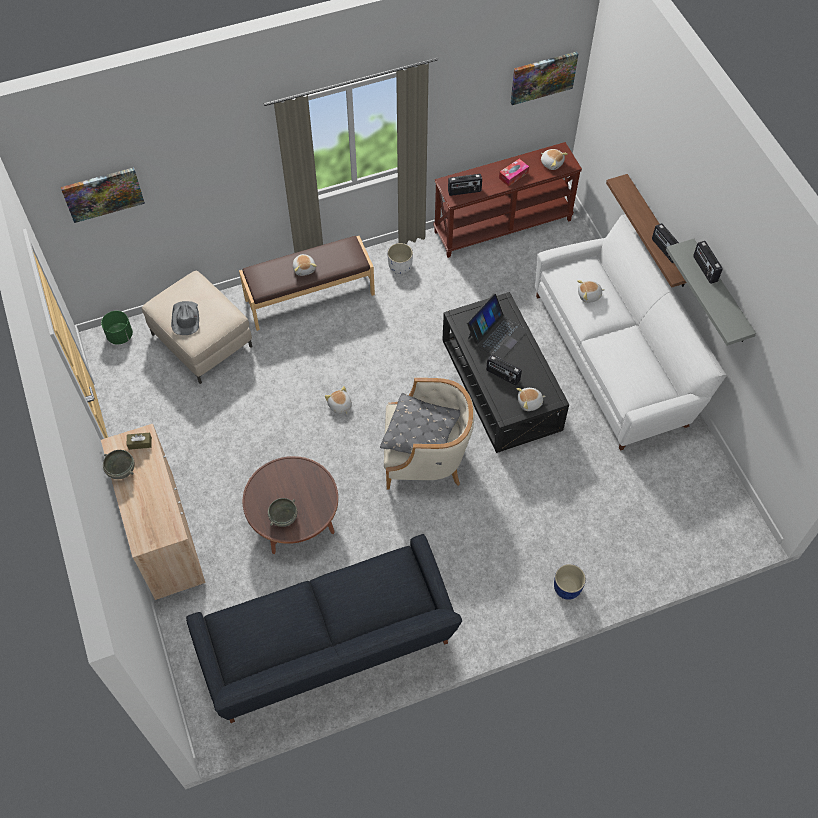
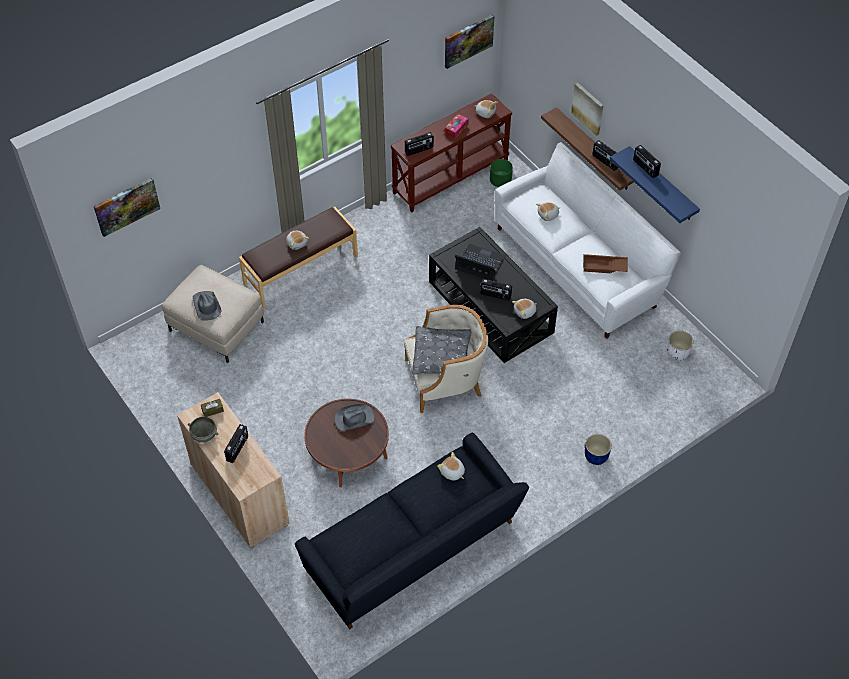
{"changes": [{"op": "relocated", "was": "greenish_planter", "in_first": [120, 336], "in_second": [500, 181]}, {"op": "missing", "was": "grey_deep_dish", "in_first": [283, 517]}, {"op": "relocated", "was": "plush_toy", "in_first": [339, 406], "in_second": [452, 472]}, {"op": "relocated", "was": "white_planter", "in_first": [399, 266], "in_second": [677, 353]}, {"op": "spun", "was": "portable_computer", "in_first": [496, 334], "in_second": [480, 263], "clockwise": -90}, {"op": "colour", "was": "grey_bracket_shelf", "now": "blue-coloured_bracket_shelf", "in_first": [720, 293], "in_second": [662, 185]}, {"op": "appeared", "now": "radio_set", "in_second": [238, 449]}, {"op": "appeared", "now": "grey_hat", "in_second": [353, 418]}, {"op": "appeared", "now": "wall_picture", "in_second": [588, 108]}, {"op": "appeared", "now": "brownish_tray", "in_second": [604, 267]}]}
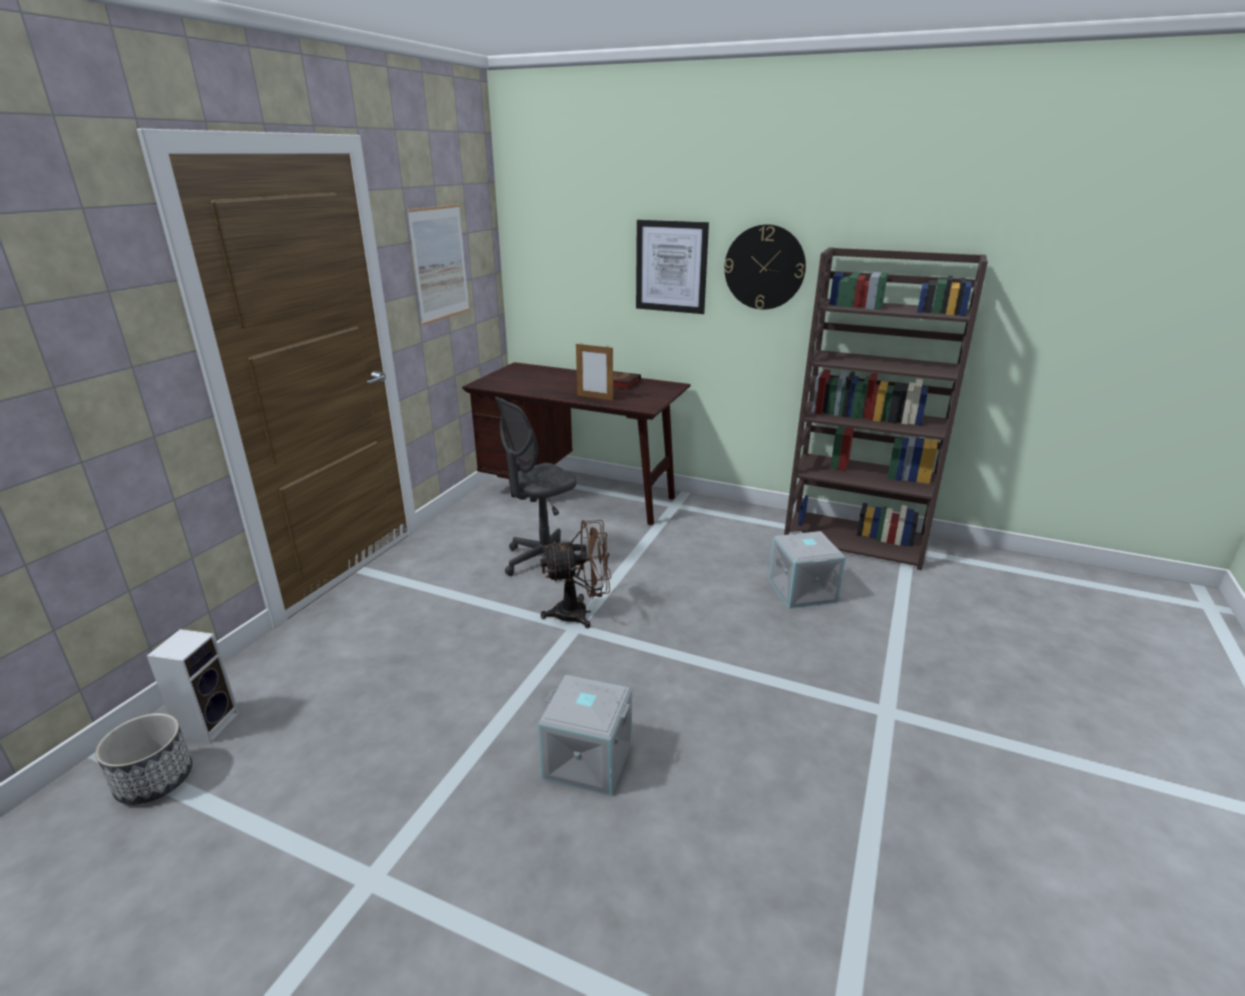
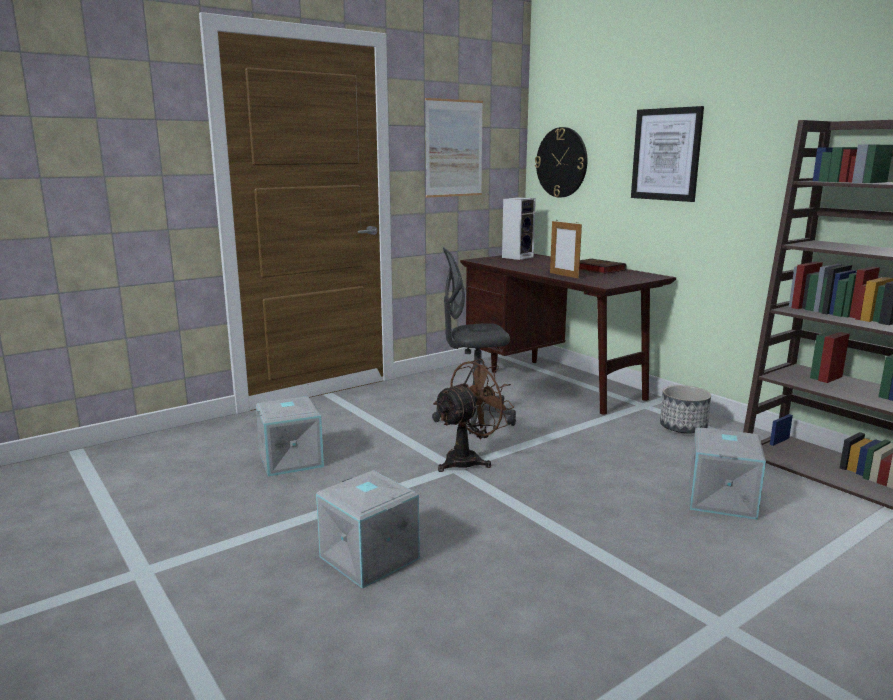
{"changes": [{"op": "relocated", "was": "planter", "in_first": [155, 780], "in_second": [682, 427]}, {"op": "relocated", "was": "speaker", "in_first": [209, 723], "in_second": [518, 257]}, {"op": "spun", "was": "brownish_cooling_fan", "in_first": [580, 613], "in_second": [469, 460], "clockwise": -60}, {"op": "relocated", "was": "wall_clock", "in_first": [764, 267], "in_second": [562, 162]}, {"op": "appeared", "now": "grey_storage_bin", "in_second": [291, 459]}]}
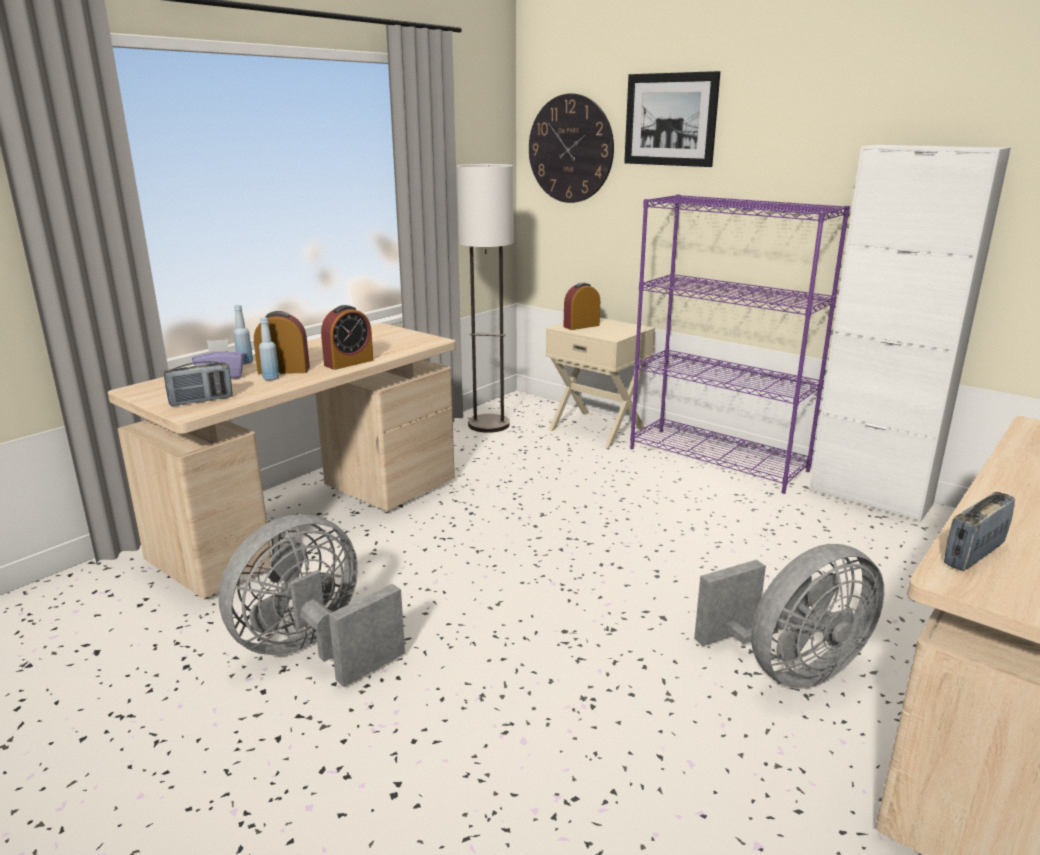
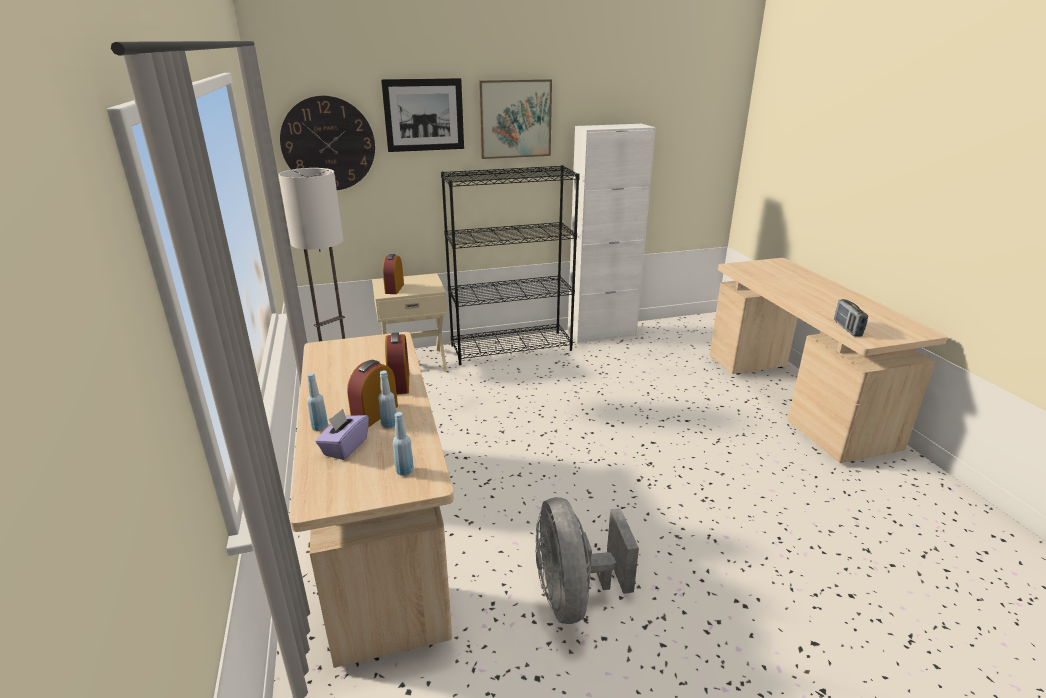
{"changes": [{"op": "exchanged", "was": "radio_set", "now": "blue-coloured_bottle", "in_first": [201, 401], "in_second": [404, 471]}, {"op": "colour", "was": "purple-coloured_shelving_unit", "now": "black-coloured_shelving_unit", "in_first": [718, 459], "in_second": [512, 347]}, {"op": "missing", "was": "grey_cooling_fan", "in_first": [789, 669]}, {"op": "appeared", "now": "wall_picture", "in_second": [515, 119]}]}
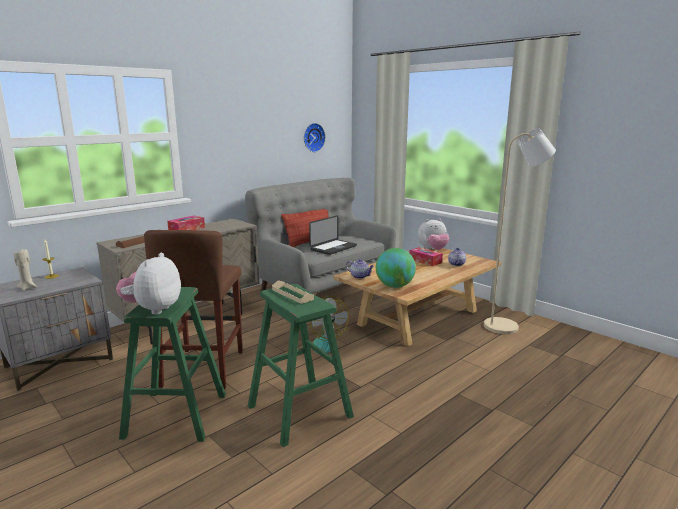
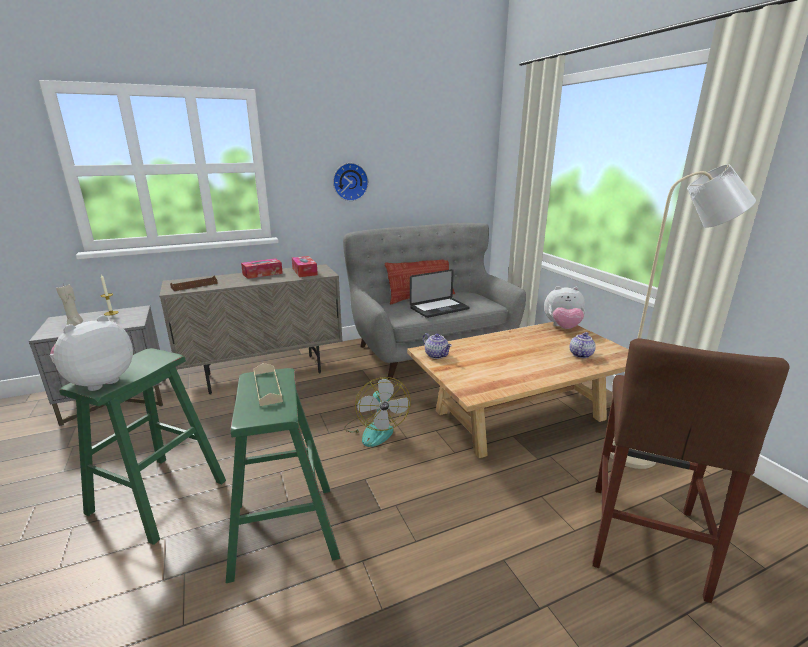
{"changes": [{"op": "relocated", "was": "brownish_stool", "in_first": [204, 368], "in_second": [644, 537]}, {"op": "relocated", "was": "wall_clock", "in_first": [313, 137], "in_second": [350, 182]}, {"op": "missing", "was": "desk_globe", "in_first": [394, 286]}, {"op": "relocated", "was": "tissue_box", "in_first": [425, 261], "in_second": [304, 271]}]}
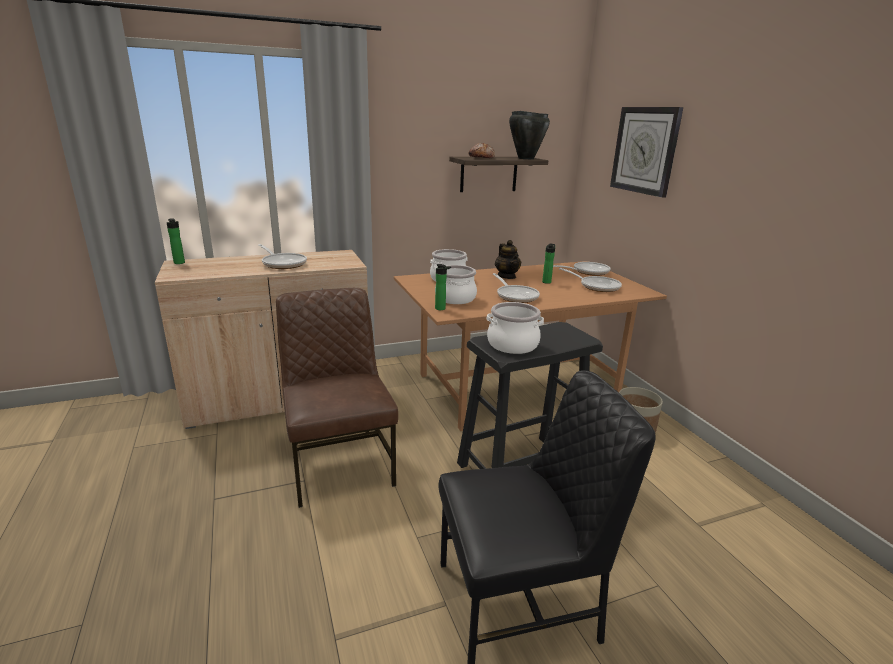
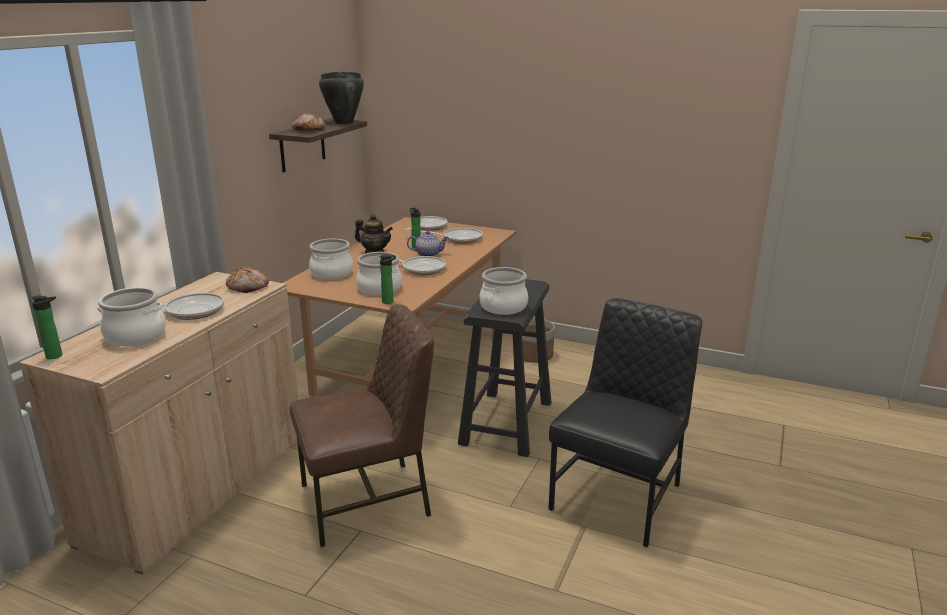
{"changes": [{"op": "spun", "was": "brownish_chair", "in_first": [339, 463], "in_second": [368, 501], "clockwise": 135}, {"op": "missing", "was": "wall_clock", "in_first": [645, 150]}, {"op": "appeared", "now": "cooking_pot", "in_second": [135, 336]}, {"op": "appeared", "now": "baked_bread", "in_second": [248, 287]}, {"op": "appeared", "now": "teapot", "in_second": [428, 254]}]}
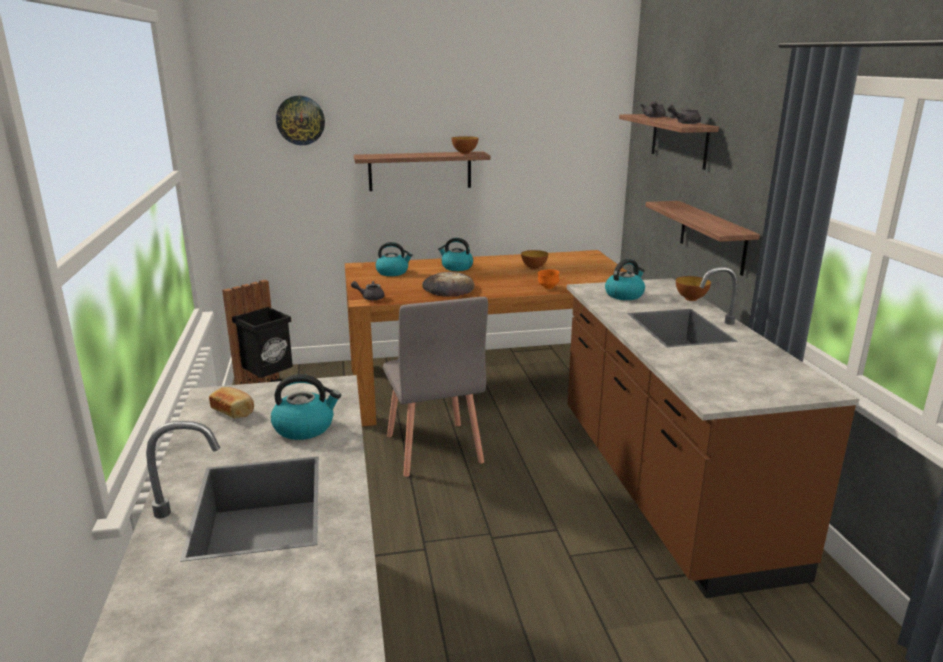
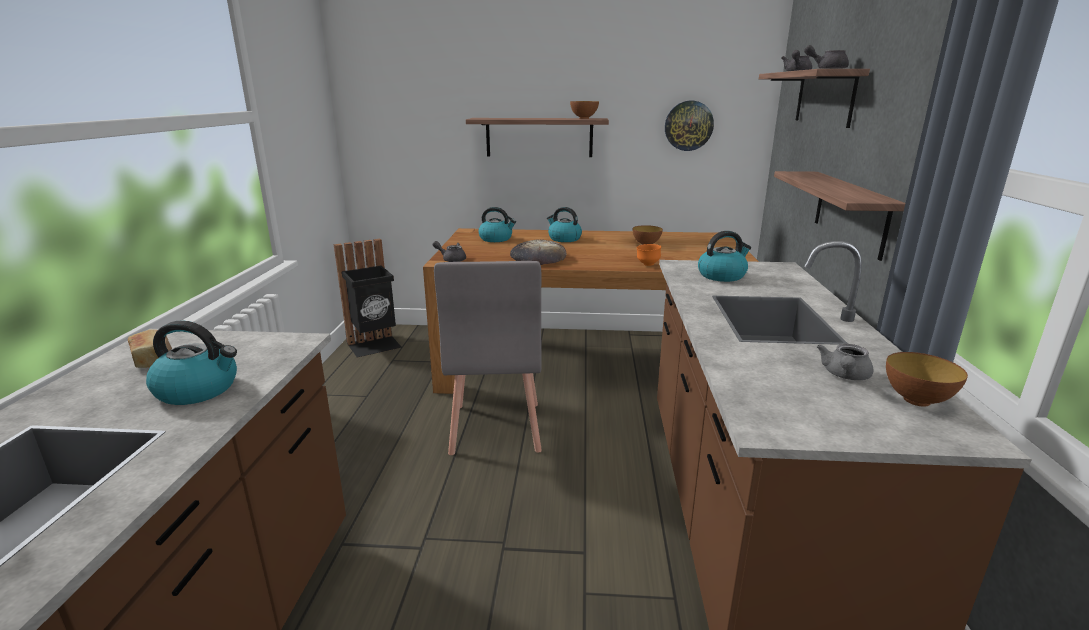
{"changes": [{"op": "relocated", "was": "wall_clock", "in_first": [300, 120], "in_second": [688, 125]}, {"op": "relocated", "was": "deep_dish", "in_first": [691, 299], "in_second": [916, 400]}, {"op": "appeared", "now": "grey_teapot", "in_second": [844, 376]}]}
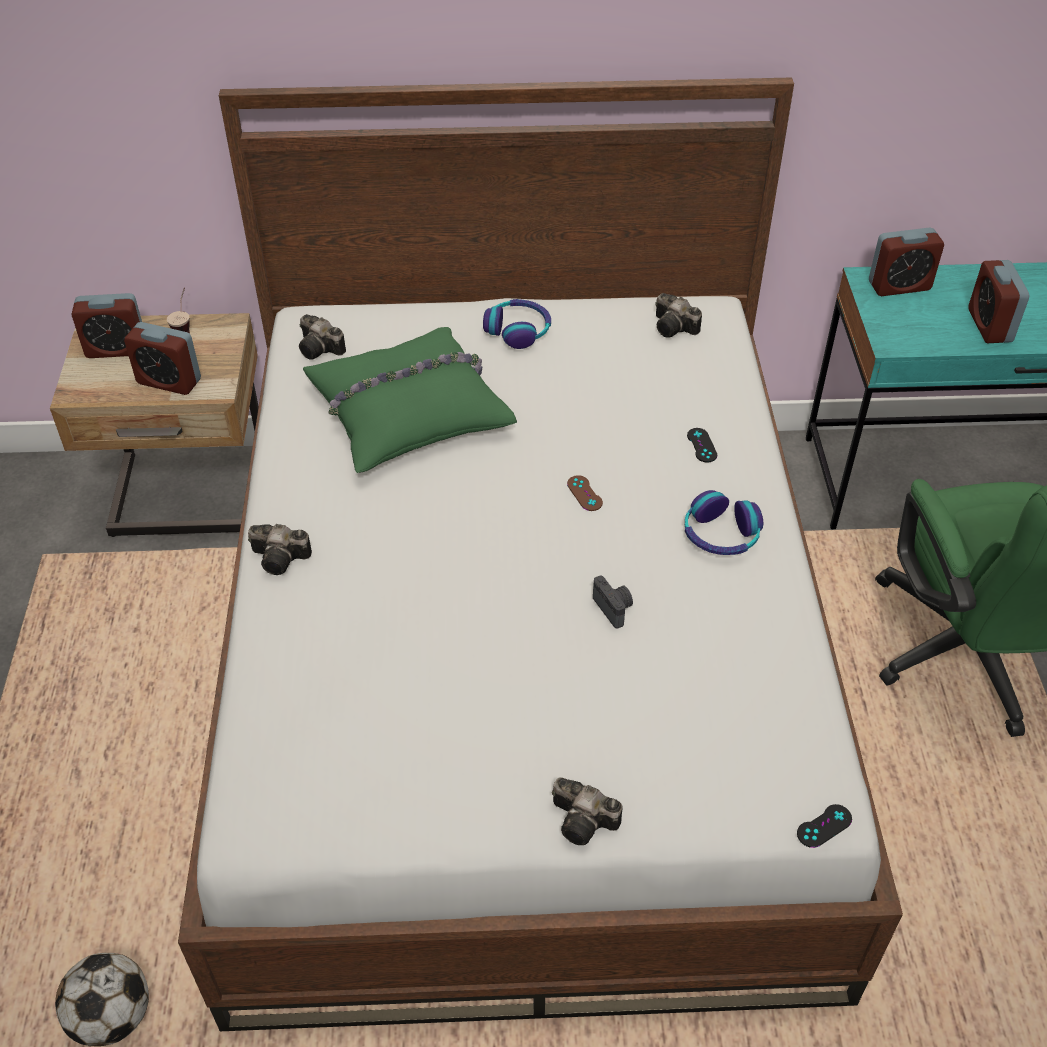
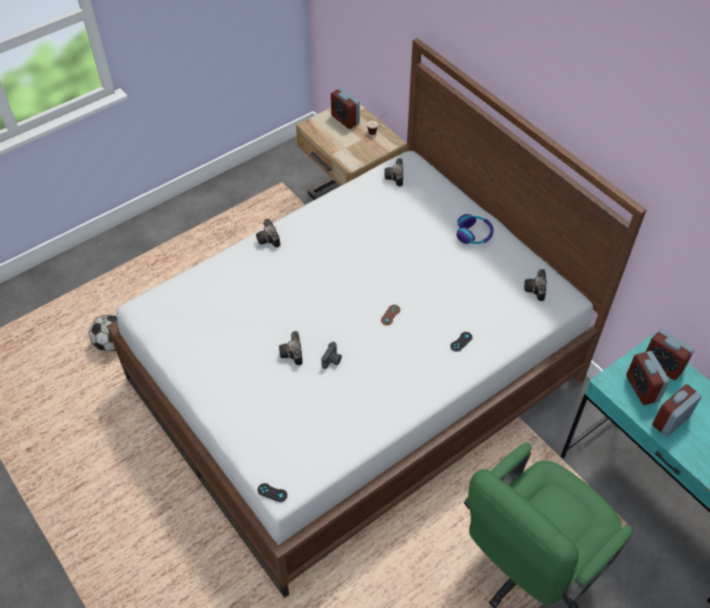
{"changes": [{"op": "relocated", "was": "alarm_clock", "in_first": [169, 381], "in_second": [642, 388]}, {"op": "missing", "was": "greenish_cushion", "in_first": [409, 411]}, {"op": "relocated", "was": "photo_camera", "in_first": [586, 822], "in_second": [293, 354]}, {"op": "missing", "was": "pair_of_headphones", "in_first": [720, 534]}]}
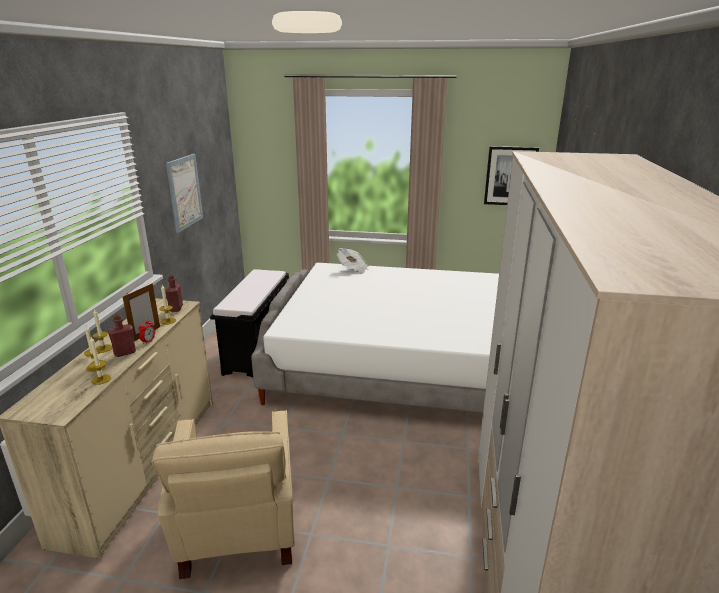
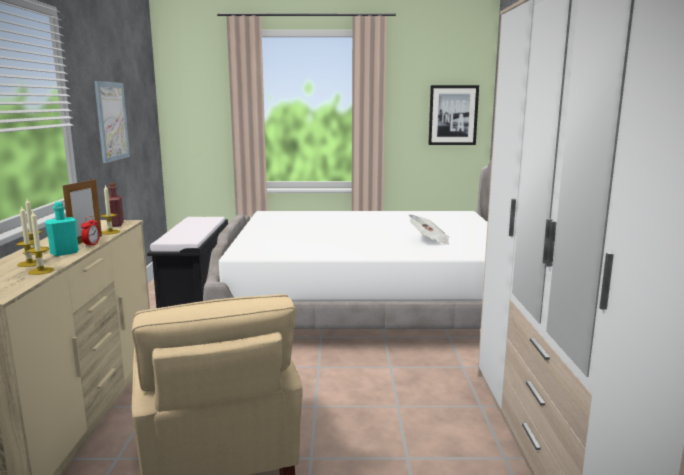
{"changes": [{"op": "colour", "was": "red-coloured_bottle", "now": "turquoise_bottle", "in_first": [125, 352], "in_second": [64, 253]}, {"op": "relocated", "was": "daily_paper", "in_first": [353, 269], "in_second": [429, 241]}]}
